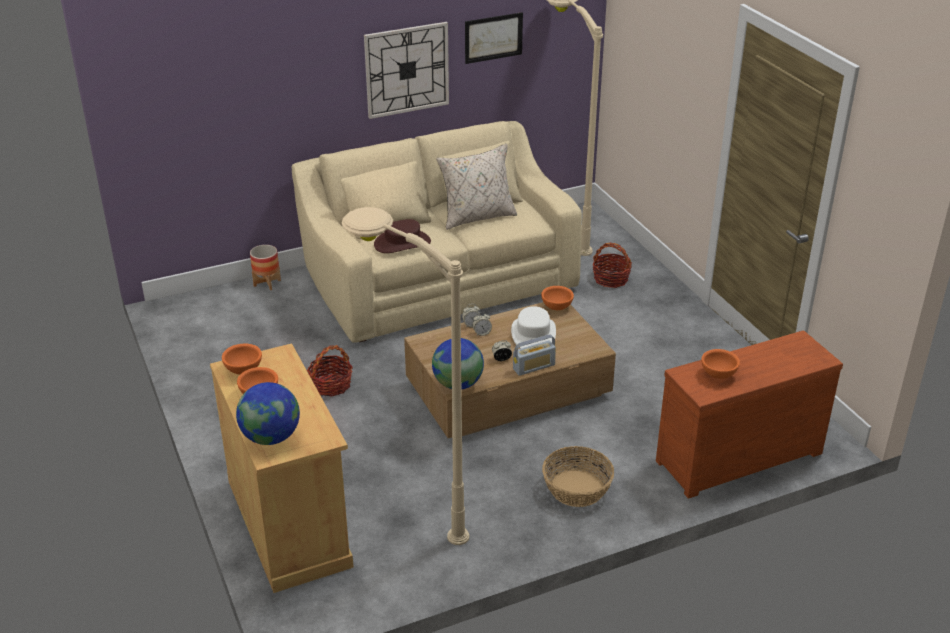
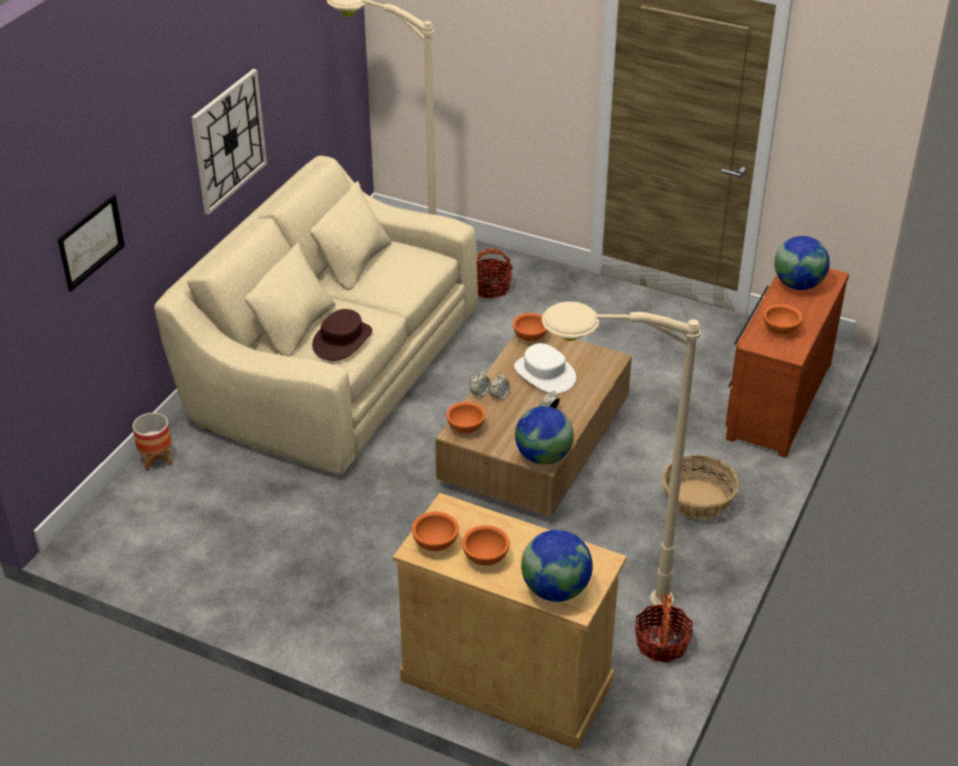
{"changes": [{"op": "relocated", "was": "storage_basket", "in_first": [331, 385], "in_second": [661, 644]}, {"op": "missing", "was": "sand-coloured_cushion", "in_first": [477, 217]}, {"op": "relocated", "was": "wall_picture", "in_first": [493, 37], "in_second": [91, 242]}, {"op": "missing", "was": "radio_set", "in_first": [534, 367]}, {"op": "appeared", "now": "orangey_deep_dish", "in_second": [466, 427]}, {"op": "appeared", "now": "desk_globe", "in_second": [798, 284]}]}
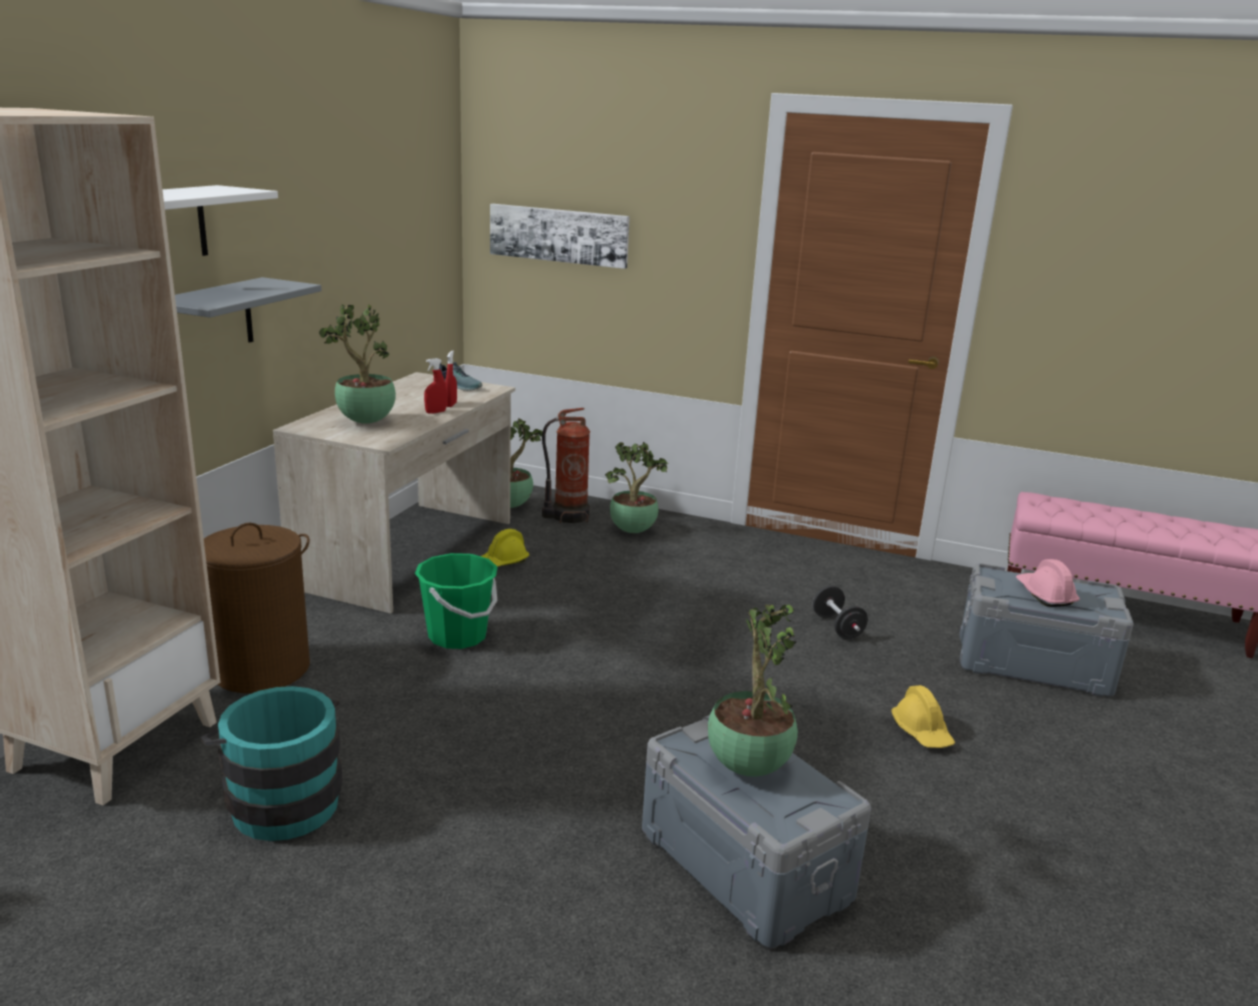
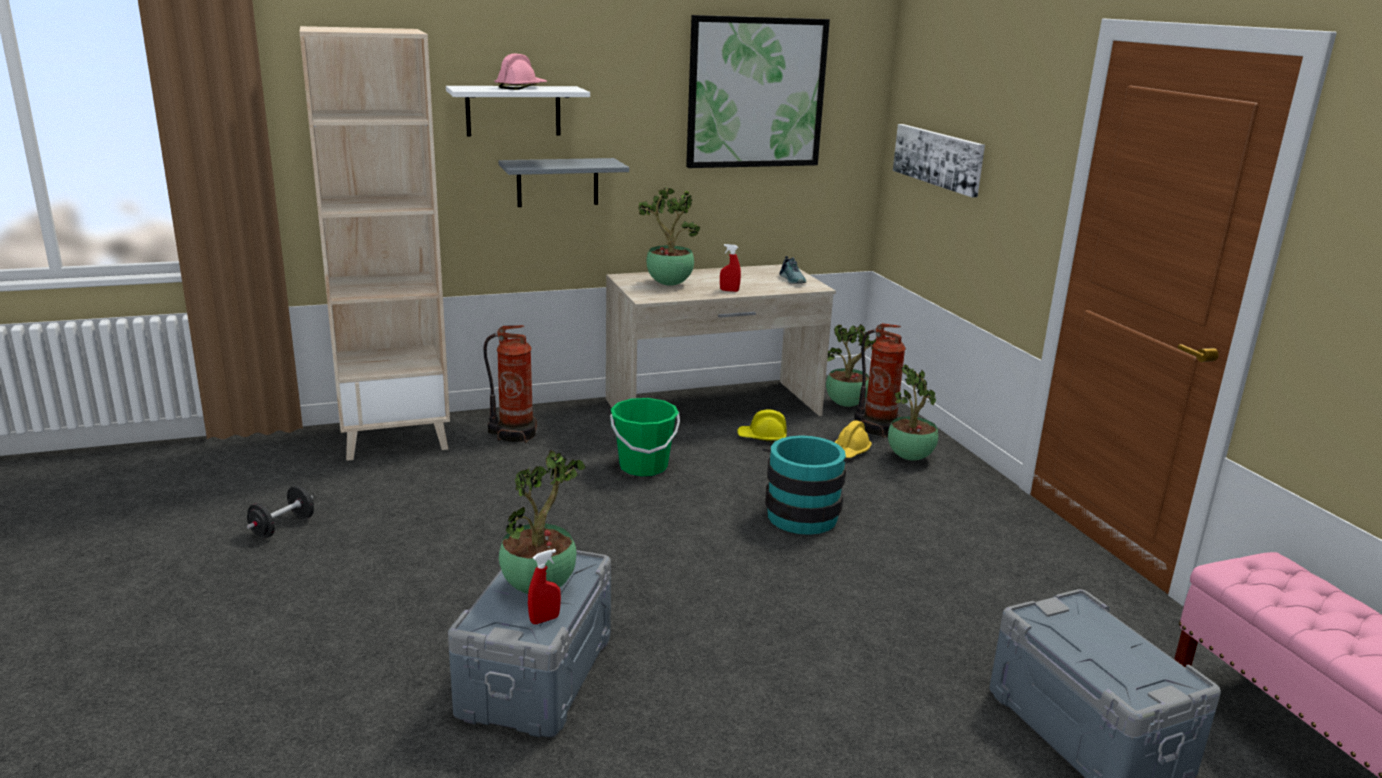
{"changes": [{"op": "relocated", "was": "turquoise_bucket", "in_first": [281, 800], "in_second": [802, 513]}, {"op": "exchanged", "was": "brownish_hamper", "now": "fire-fighting_cylinder", "in_first": [262, 668], "in_second": [514, 434]}, {"op": "relocated", "was": "red-coloured_hand_sprayer", "in_first": [451, 404], "in_second": [544, 619]}, {"op": "relocated", "was": "black-coloured_free_weight", "in_first": [837, 627], "in_second": [283, 527]}, {"op": "relocated", "was": "yellow_safety_helmet", "in_first": [922, 732], "in_second": [849, 452]}, {"op": "relocated", "was": "pink_safety_helmet", "in_first": [1044, 595], "in_second": [521, 88]}, {"op": "appeared", "now": "wall_picture", "in_second": [756, 93]}]}
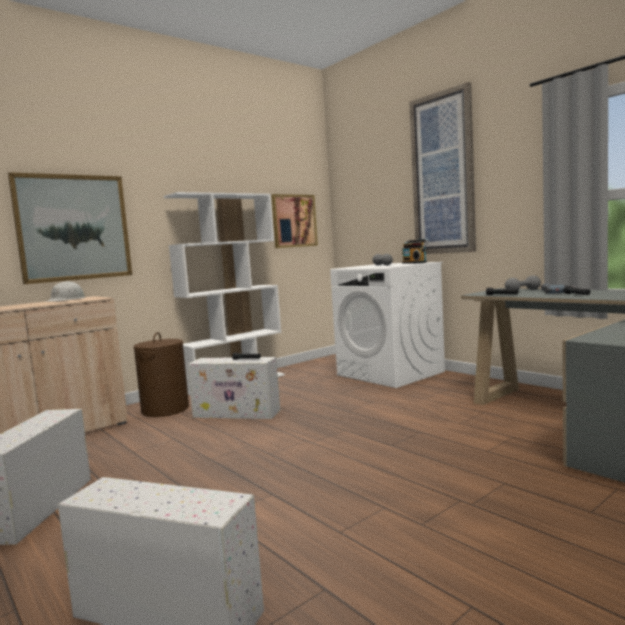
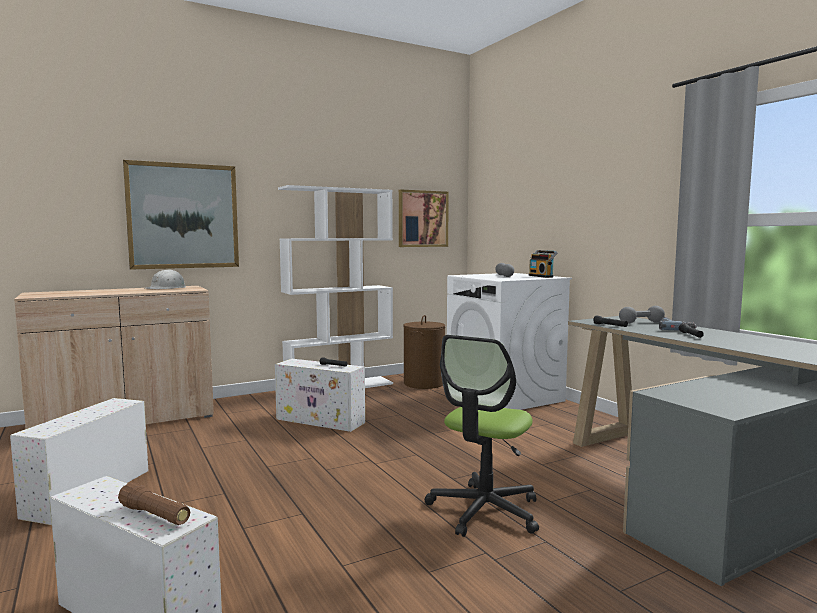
{"changes": [{"op": "relocated", "was": "brownish_hamper", "in_first": [165, 409], "in_second": [424, 383]}, {"op": "missing", "was": "wall_picture", "in_first": [443, 174]}, {"op": "appeared", "now": "brownish_flashlight", "in_second": [155, 515]}, {"op": "appeared", "now": "computer_chair", "in_second": [484, 510]}]}
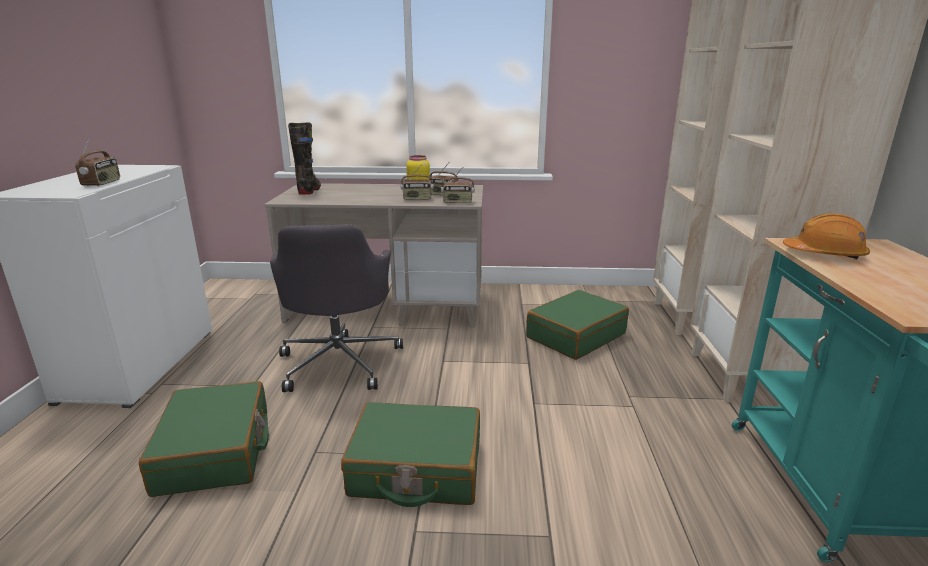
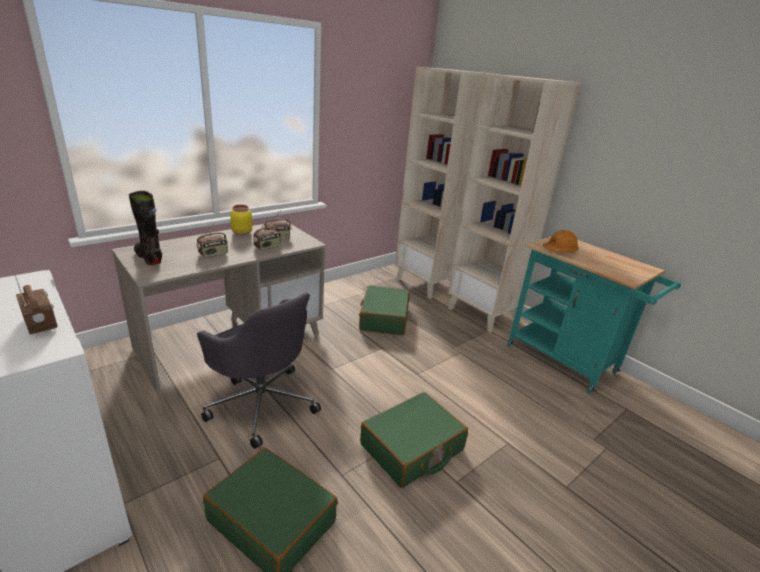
{"changes": [{"op": "relocated", "was": "radio_set", "in_first": [457, 202], "in_second": [213, 254]}]}
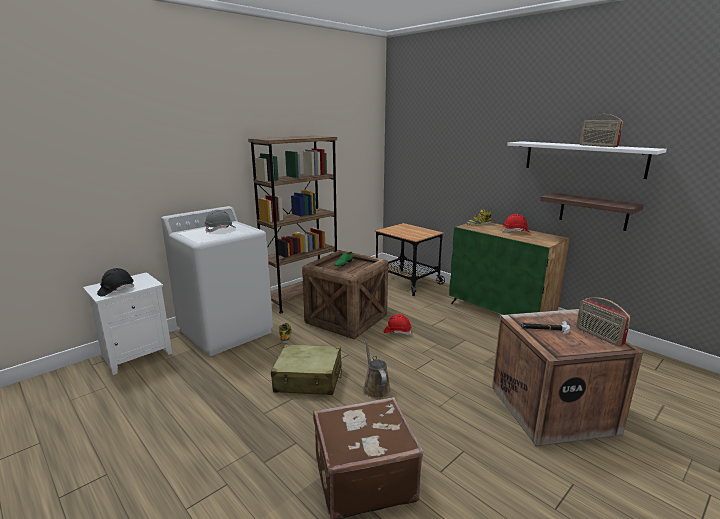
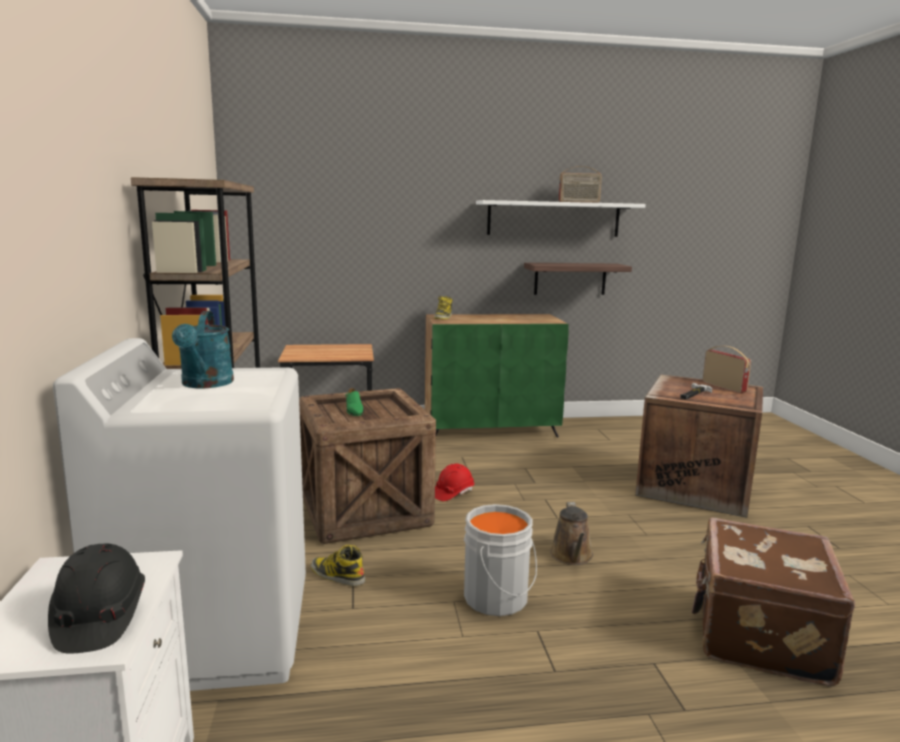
{"changes": [{"op": "exchanged", "was": "grey_safety_helmet", "now": "turquoise_watering_pot", "in_first": [220, 229], "in_second": [205, 384]}, {"op": "exchanged", "was": "sand-coloured_piece_of_luggage", "now": "grey_bucket", "in_first": [308, 379], "in_second": [499, 598]}, {"op": "spun", "was": "brownish_watering_pot", "in_first": [375, 387], "in_second": [572, 556], "clockwise": -105}, {"op": "missing", "was": "red-coloured_safety_helmet", "in_first": [516, 232]}, {"op": "spun", "was": "radio_set", "in_first": [598, 336], "in_second": [724, 386], "clockwise": -120}]}
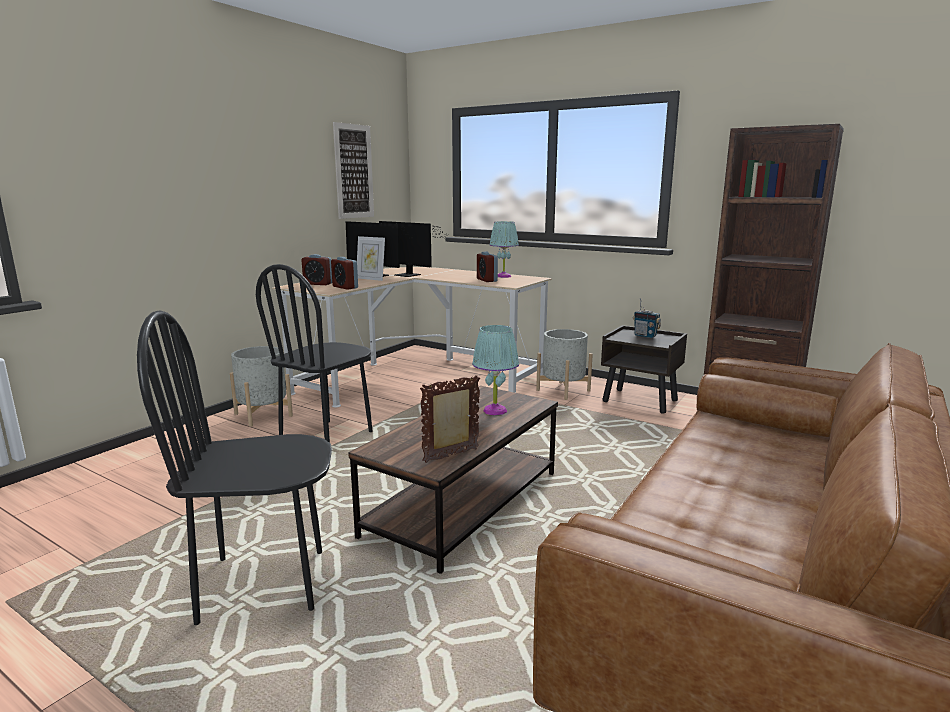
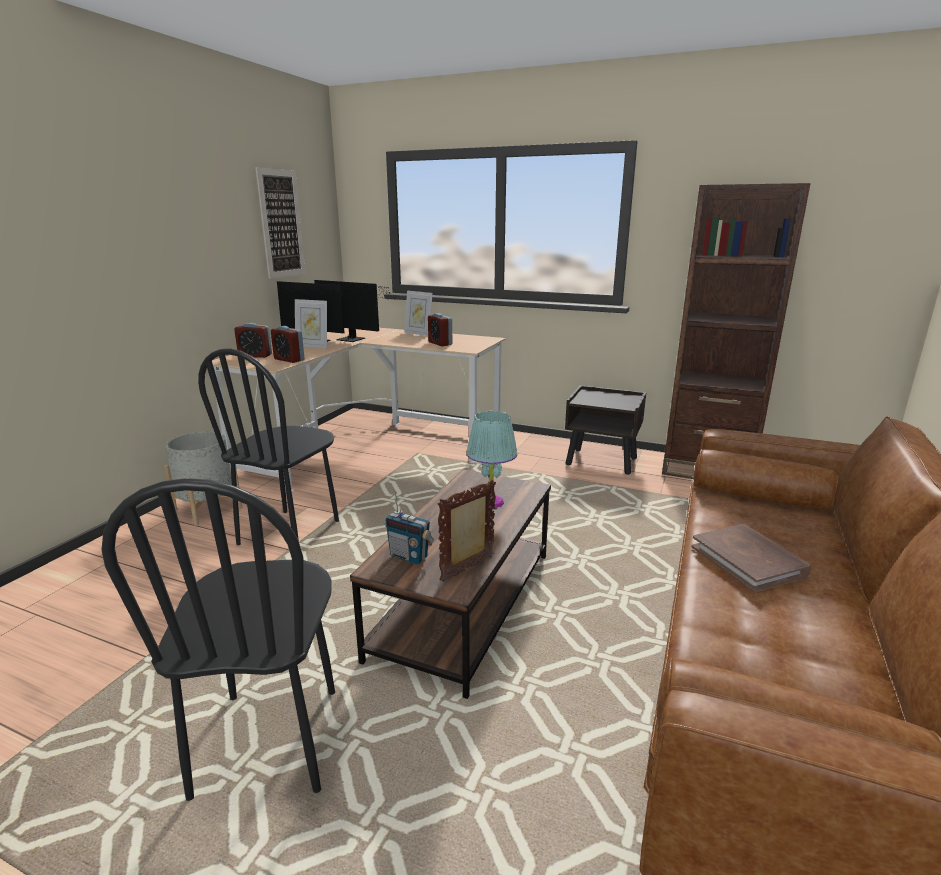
{"changes": [{"op": "spun", "was": "black-coloured_chair", "in_first": [264, 585], "in_second": [270, 741], "clockwise": -75}, {"op": "missing", "was": "turquoise_lamp_for_a_table", "in_first": [503, 276]}, {"op": "missing", "was": "grey_planter", "in_first": [563, 390]}, {"op": "relocated", "was": "radio_set", "in_first": [645, 336], "in_second": [409, 556]}, {"op": "appeared", "now": "picture_frame", "in_second": [418, 333]}, {"op": "appeared", "now": "brownish_book", "in_second": [748, 561]}]}
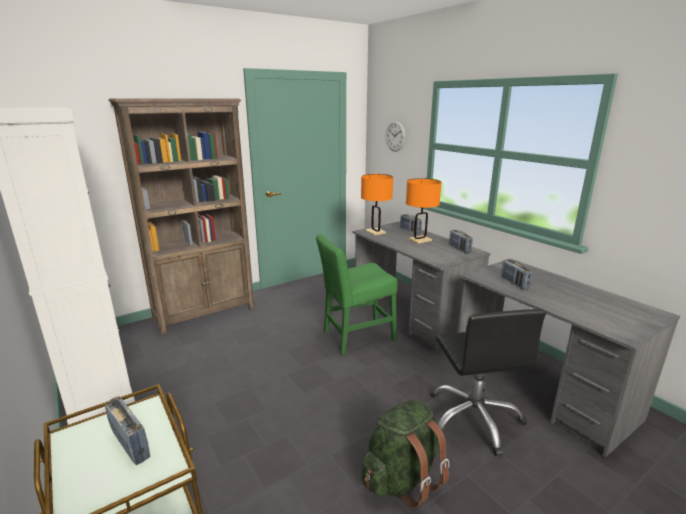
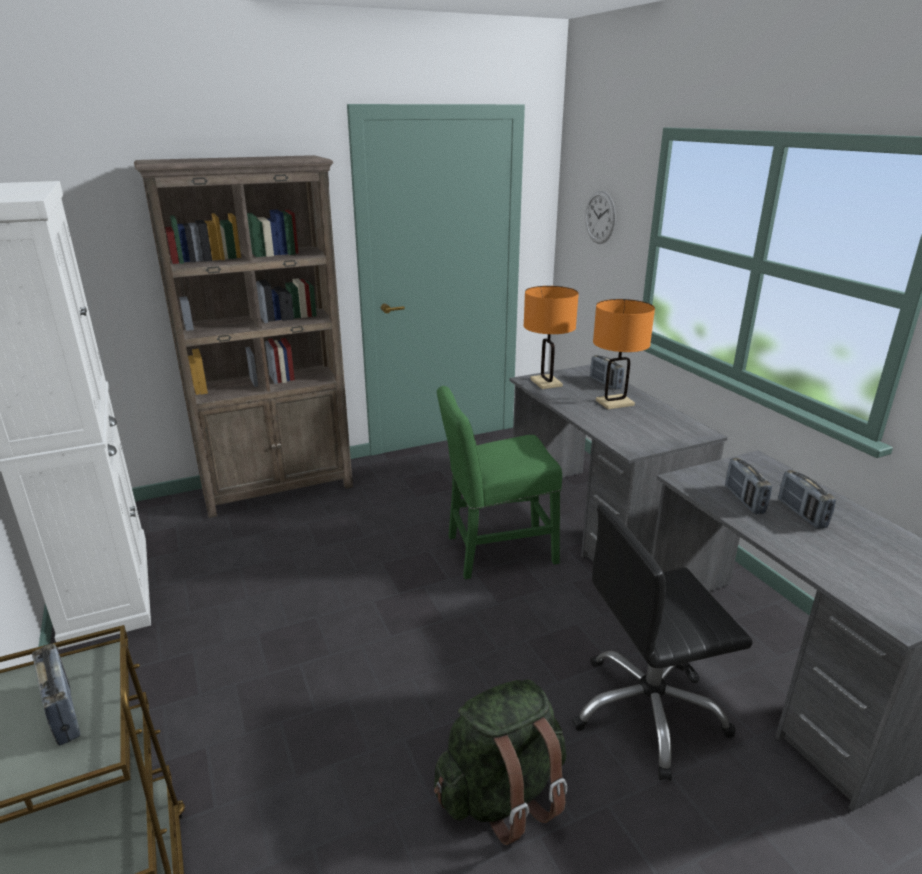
{"changes": [{"op": "spun", "was": "black-coloured_computer_chair", "in_first": [474, 418], "in_second": [648, 712], "clockwise": 75}, {"op": "relocated", "was": "radio_set", "in_first": [459, 249], "in_second": [801, 513]}]}
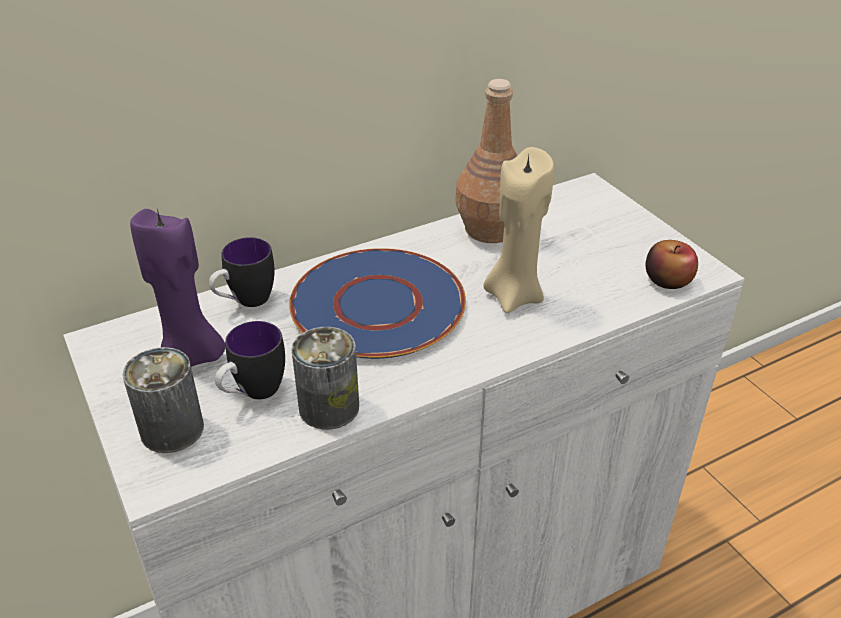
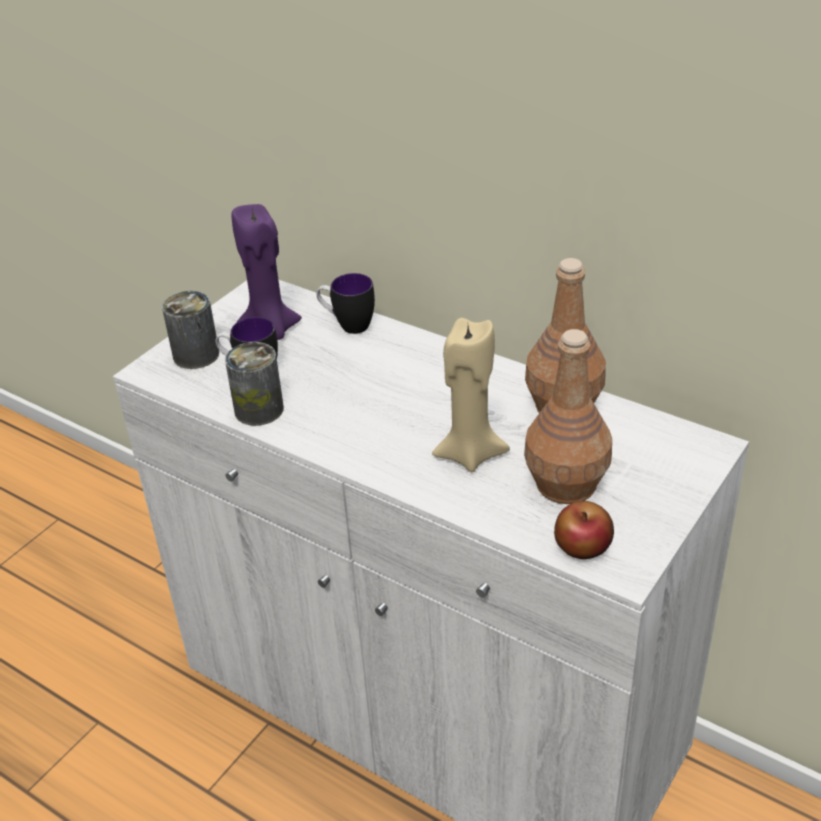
{"changes": [{"op": "missing", "was": "blue-coloured_plate", "in_first": [376, 305]}, {"op": "appeared", "now": "brownish_bottle", "in_second": [565, 483]}]}
